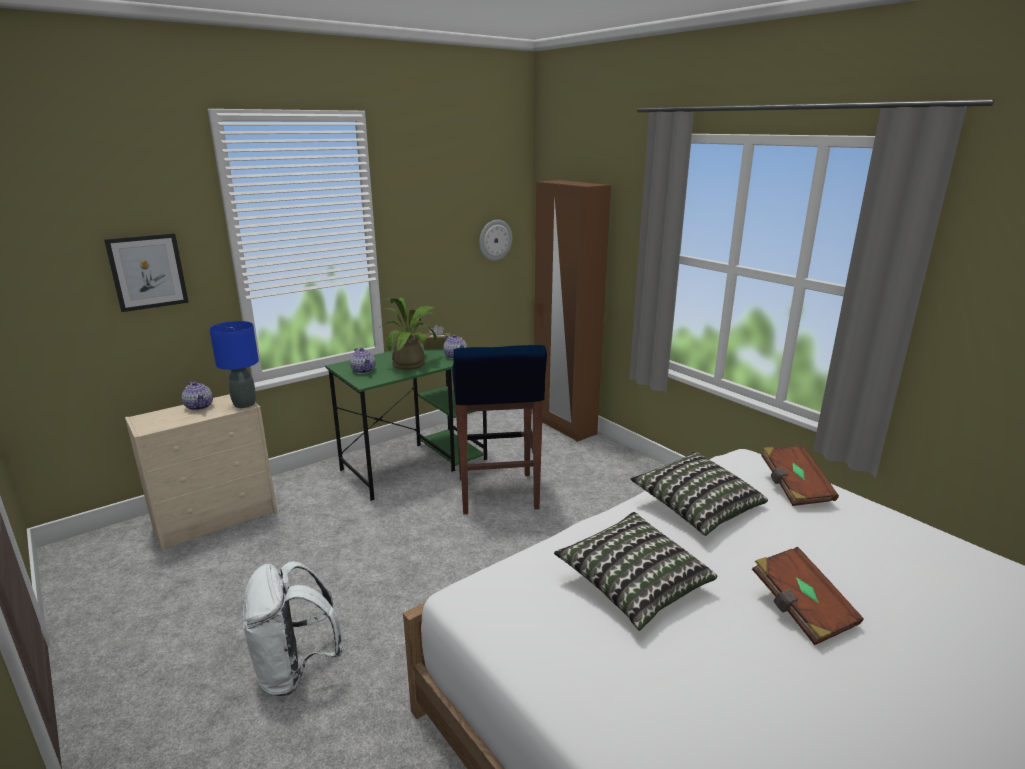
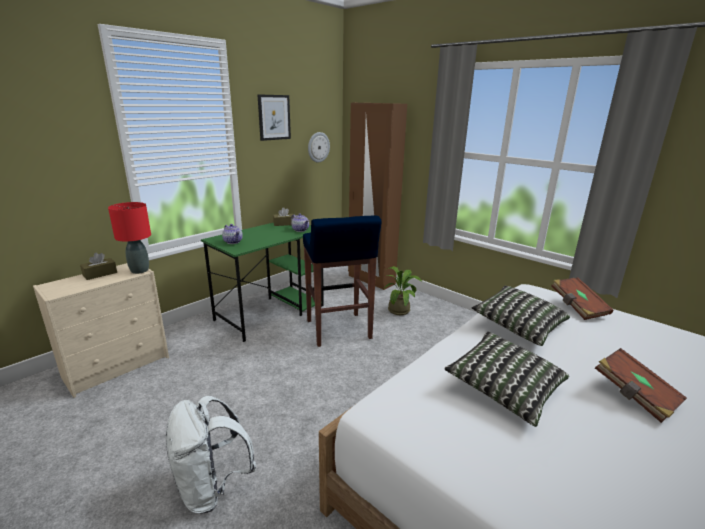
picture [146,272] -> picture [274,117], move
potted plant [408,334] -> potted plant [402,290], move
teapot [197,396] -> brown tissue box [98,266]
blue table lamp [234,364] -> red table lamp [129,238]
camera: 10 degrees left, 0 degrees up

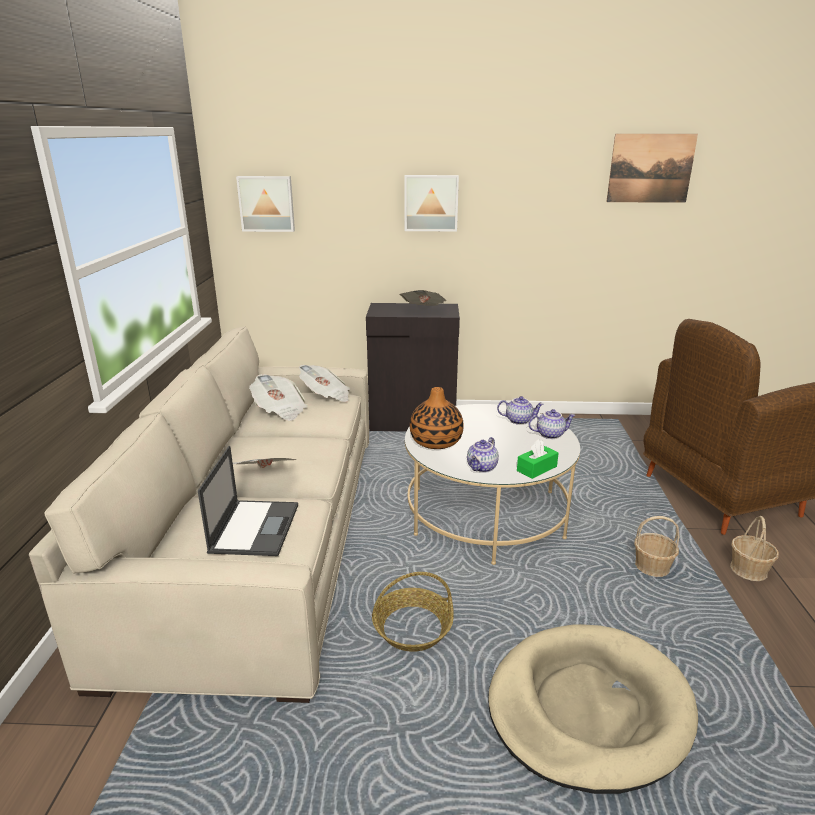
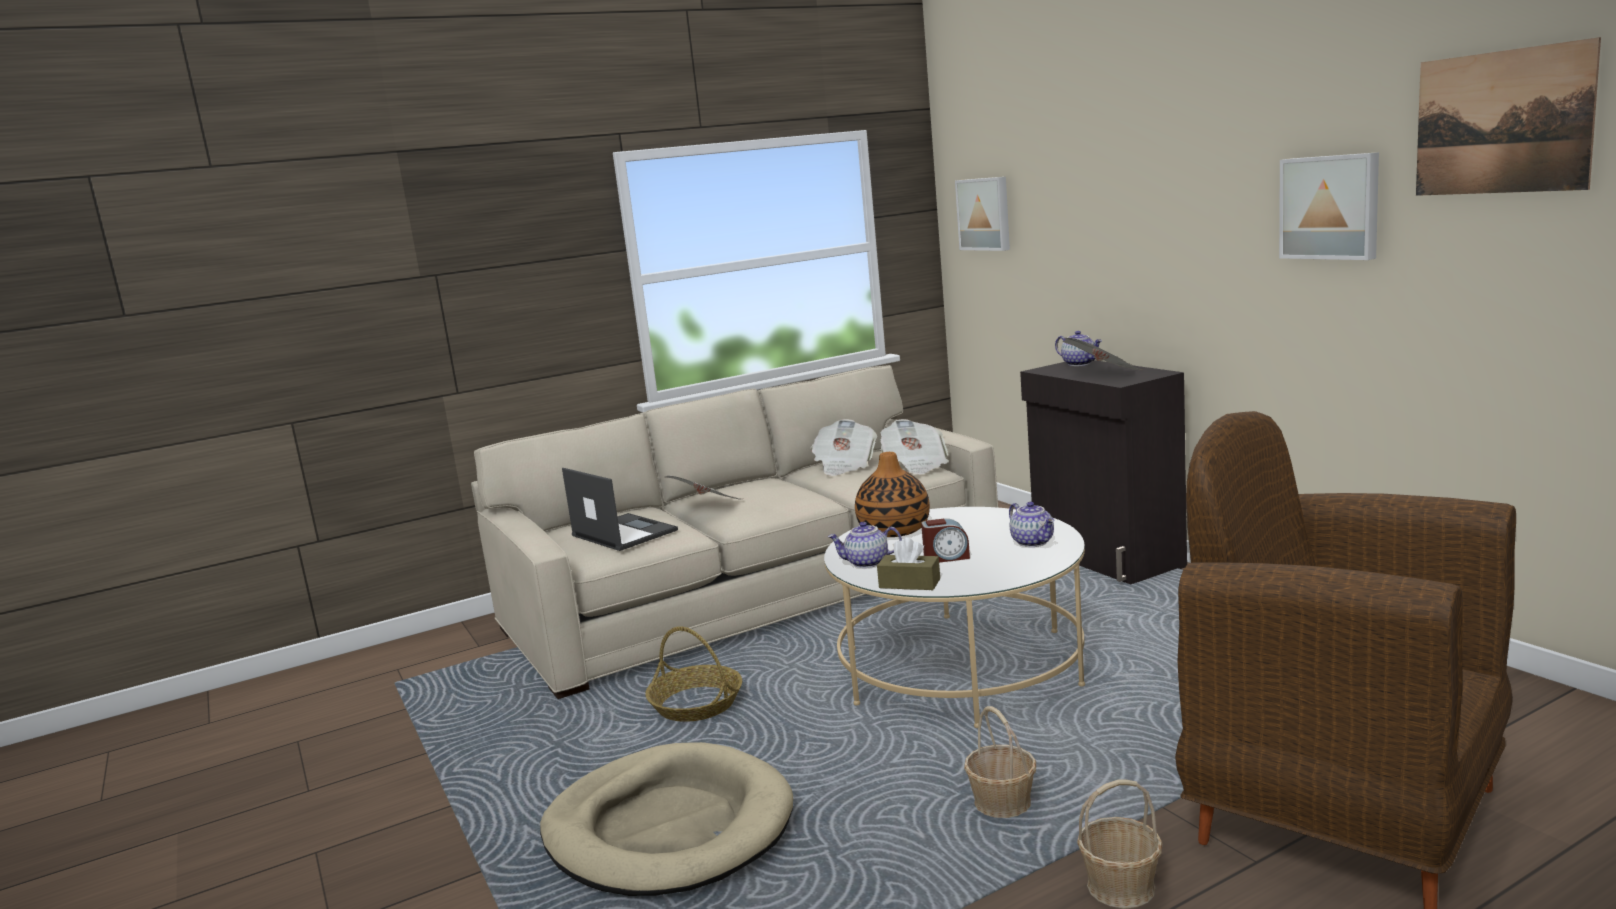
none -> alarm clock [945,541]
picture [431,203] -> picture [1329,206], move
teapot [552,424] -> teapot [1078,348], move
green tissue box [537,459] -> brown tissue box [908,563]
laptop [248,501] -> laptop [620,509], 105 degrees counterclockwise
camera: 60 degrees right, 10 degrees down

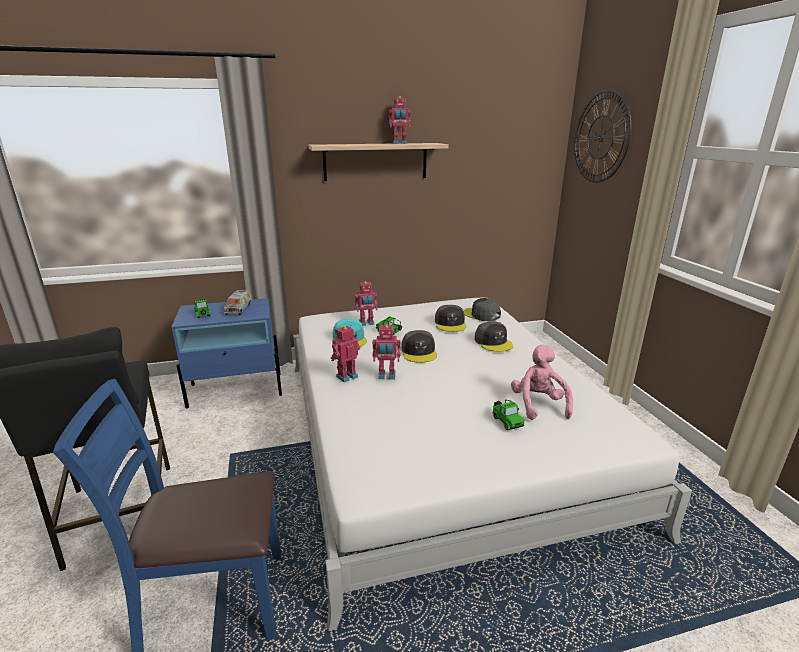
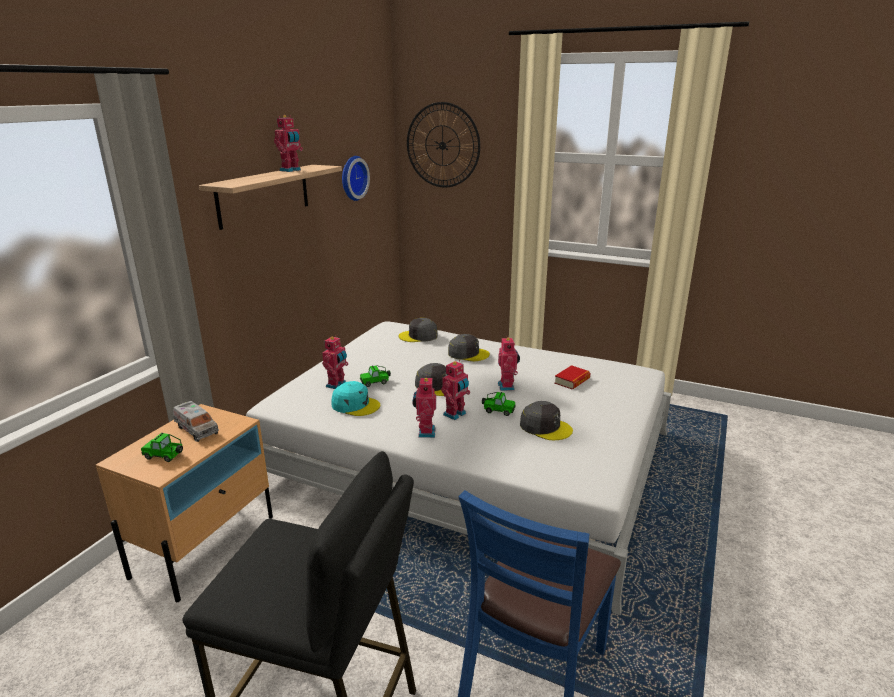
none -> wall clock [356,178]
none -> toy robot [509,363]
grey cap [450,318] -> grey cap [546,420], move
toy car [508,415] -> toy car [499,404], move
pink plush toy [542,382] -> book [572,377]
blue nightstand [227,353] -> beige nightstand [184,503]
camera: 50 degrees left, 0 degrees up

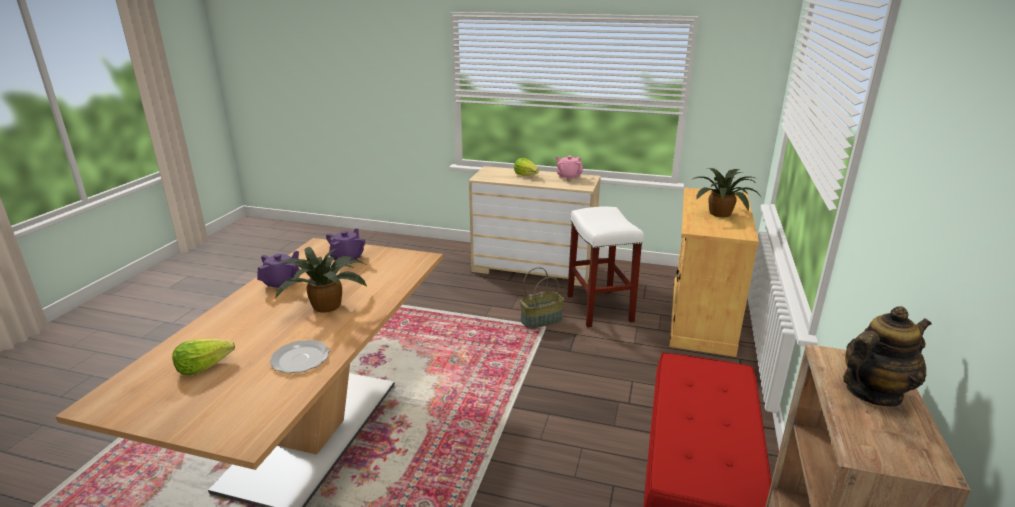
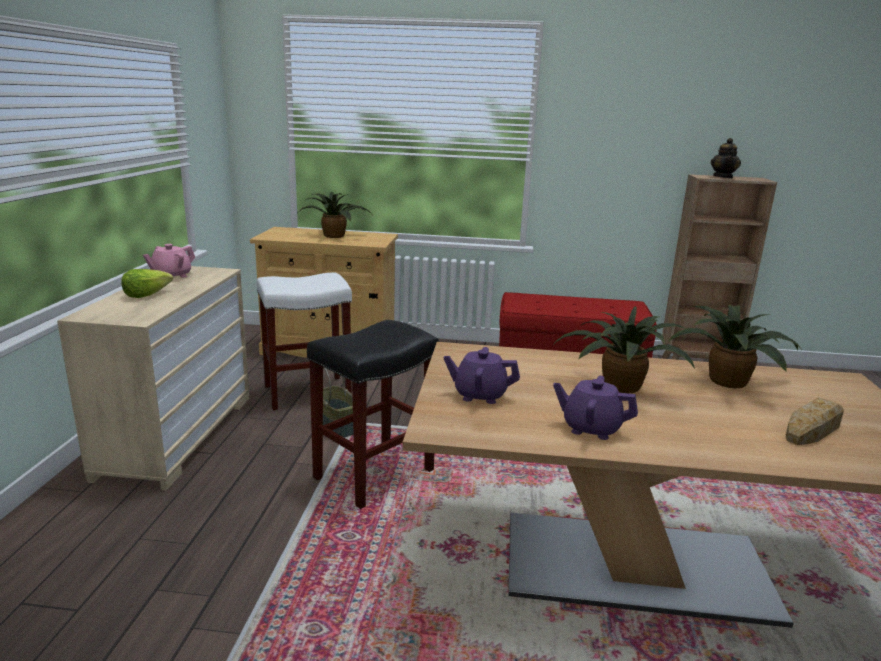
none -> black stool [373,414]
lettuce [203,357] -> bread [815,421]
plate [299,356] -> potted plant [734,346]
teapot [887,356] -> teapot [726,158], 135 degrees counterclockwise
camera: 100 degrees left, 5 degrees down

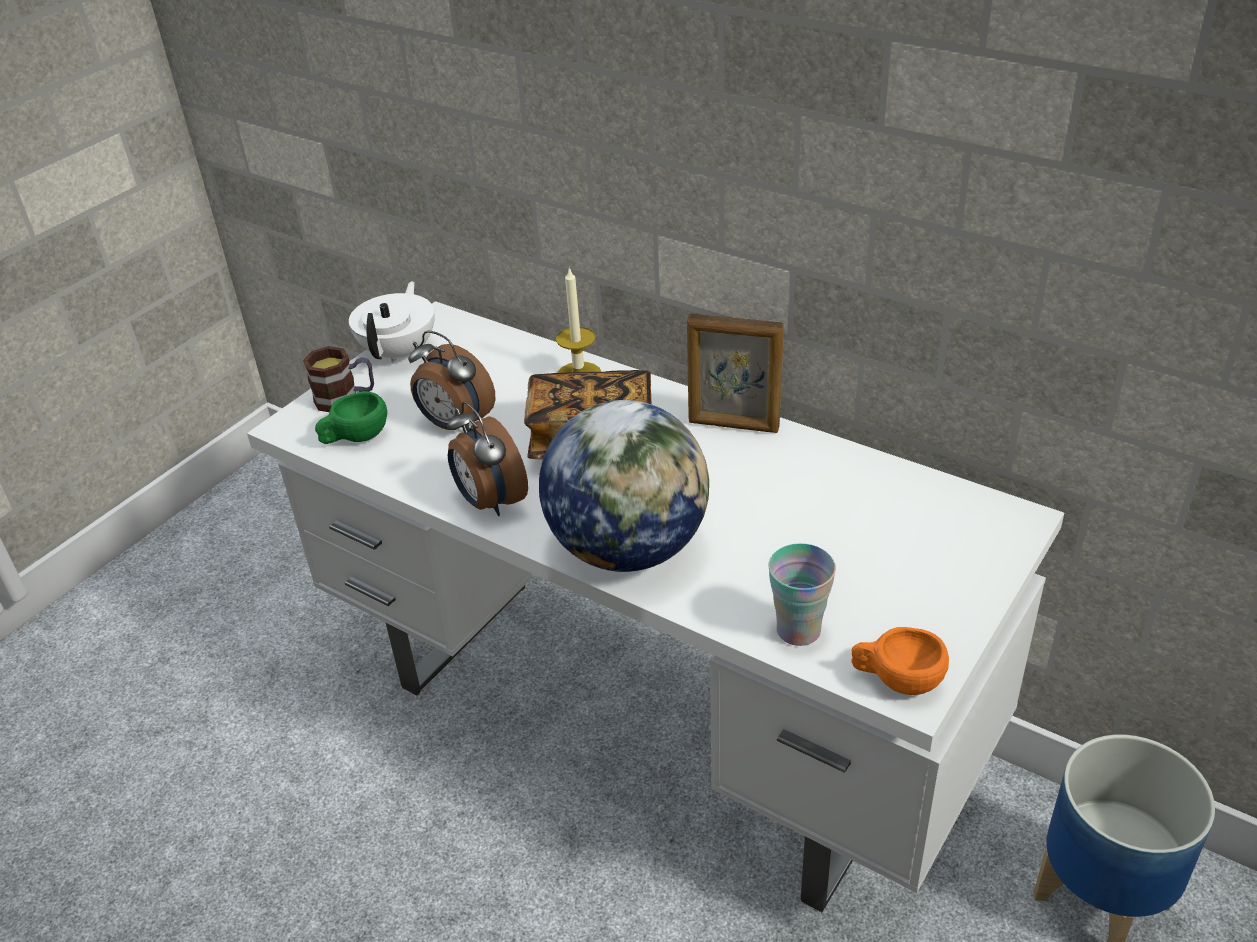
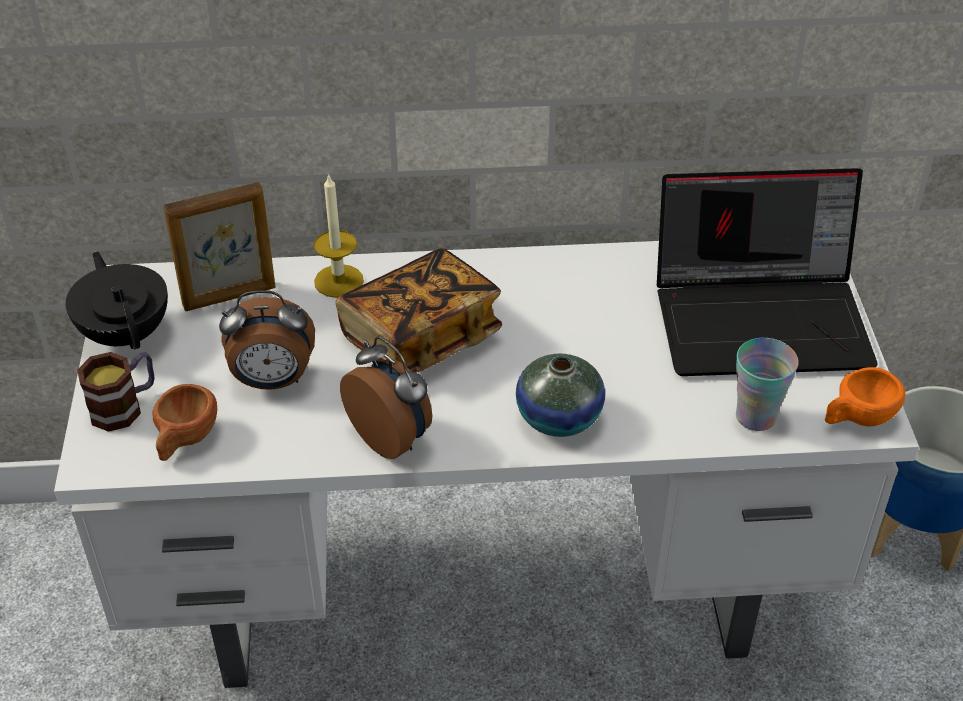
none -> laptop [767,272]
picture frame [735,373] -> picture frame [219,246], move
globe [624,486] -> vase [560,395]
green cup [351,417] -> brown cup [184,422]
white teapot [392,322] -> black teapot [116,300]
alarm clock [487,458] -> alarm clock [386,397], 150 degrees counterclockwise
camera: 40 degrees left, 5 degrees up

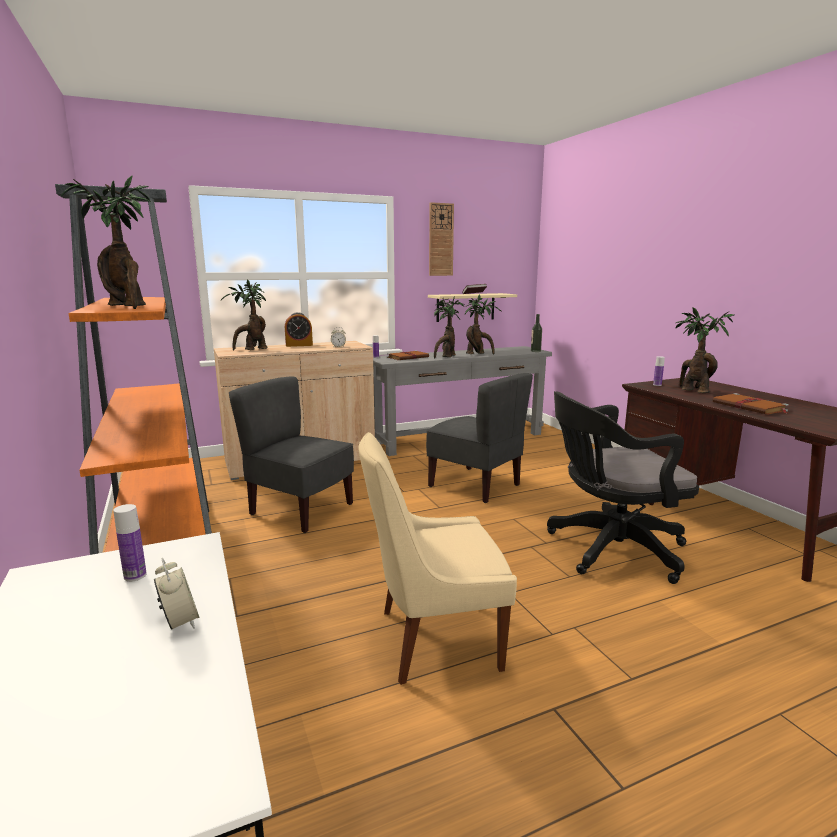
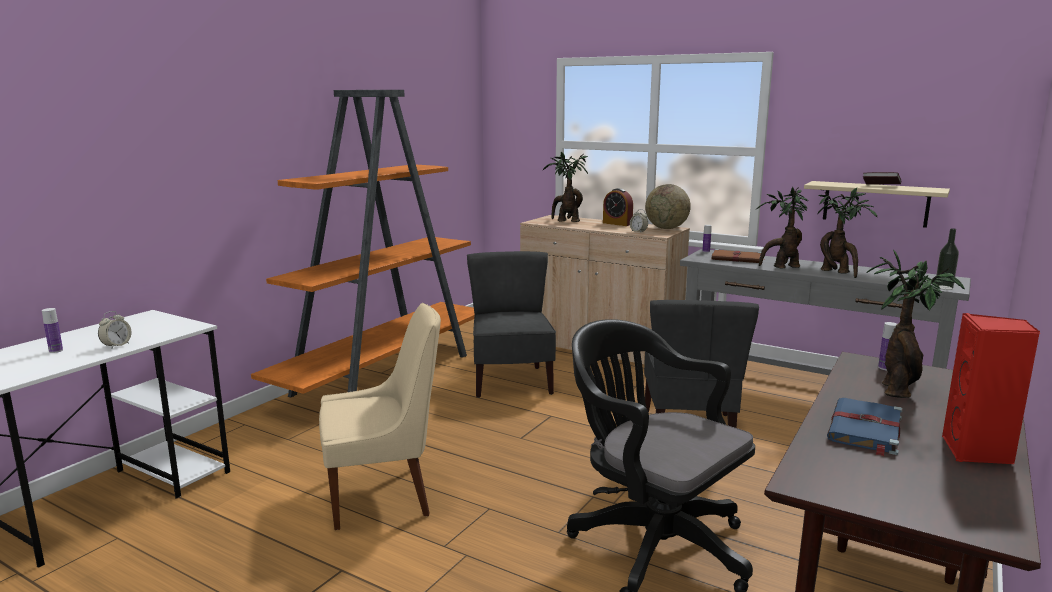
potted plant [106,242] -> none
wall clock [441,239] -> none
none -> globe [668,206]
none -> red speaker [991,388]
bottle [130,543] -> bottle [52,330], move
brown book [751,404] -> blue book [865,427]
beige chair [438,558] -> beige chair [380,416], 120 degrees clockwise
camera: 55 degrees right, 0 degrees up

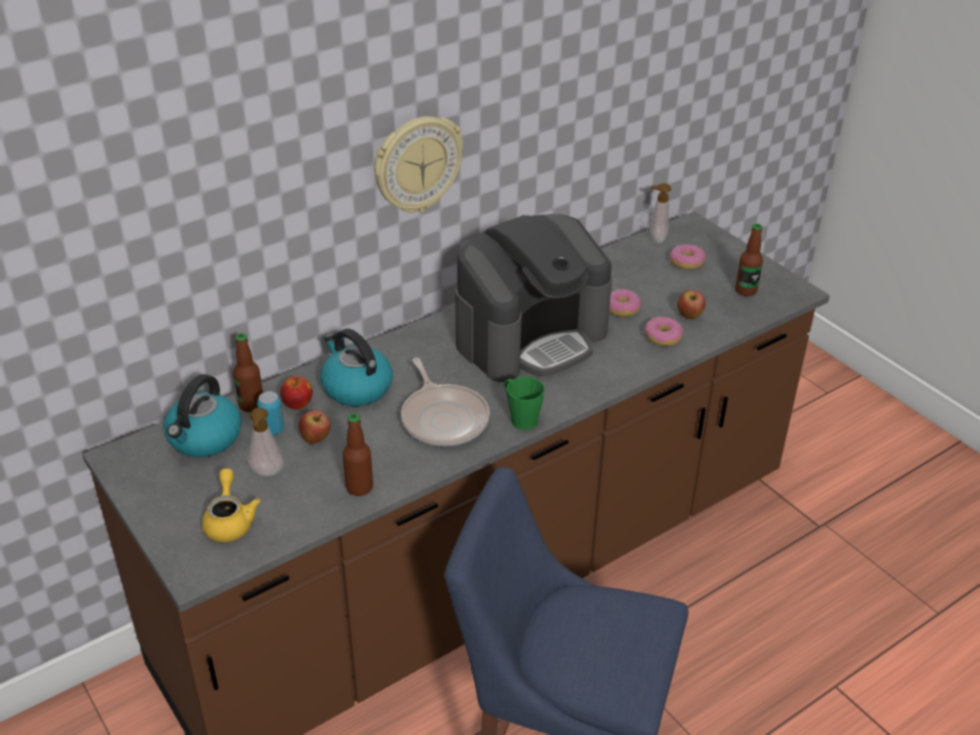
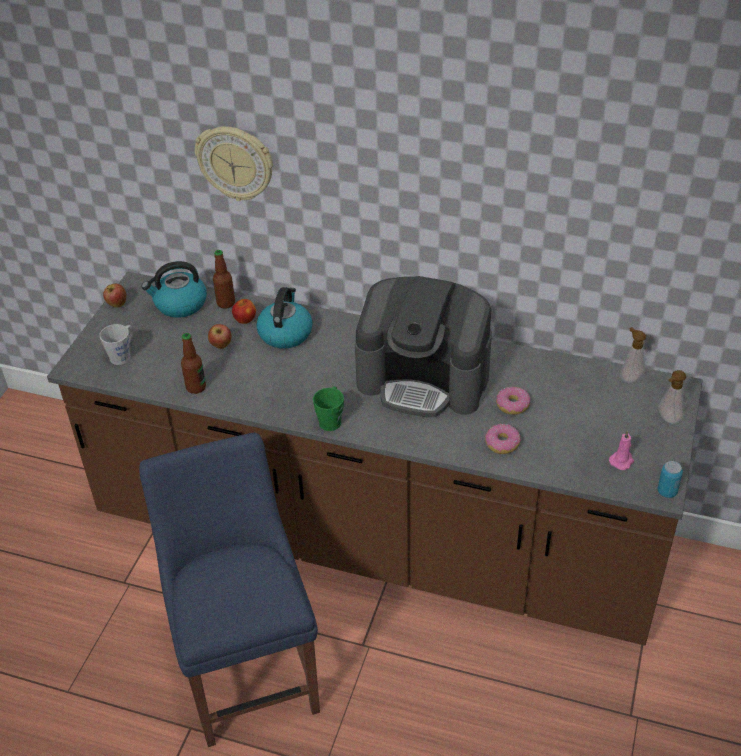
frying pan [445,402] -> none
donut [688,257] -> none
soap dispenser [266,442] -> soap dispenser [672,397], move
can [270,413] -> can [670,479], move
wall clock [418,164] -> wall clock [234,163], move
apple [692,304] -> apple [114,296], move
yellow teapot [231,505] -> grey mug [116,344]
bottle [749,260] -> pink candle [621,450]
camera: 55 degrees right, 5 degrees up

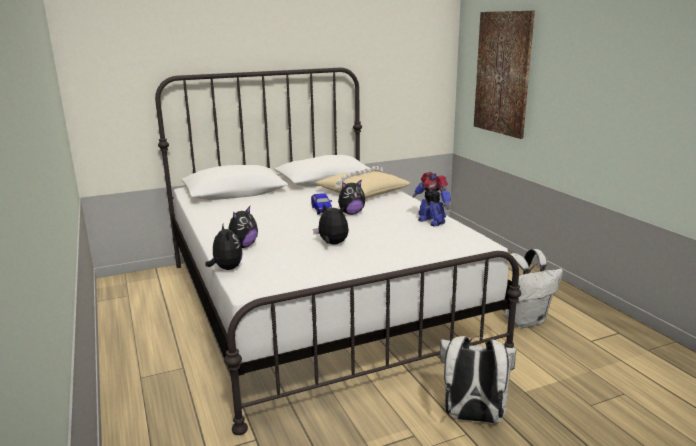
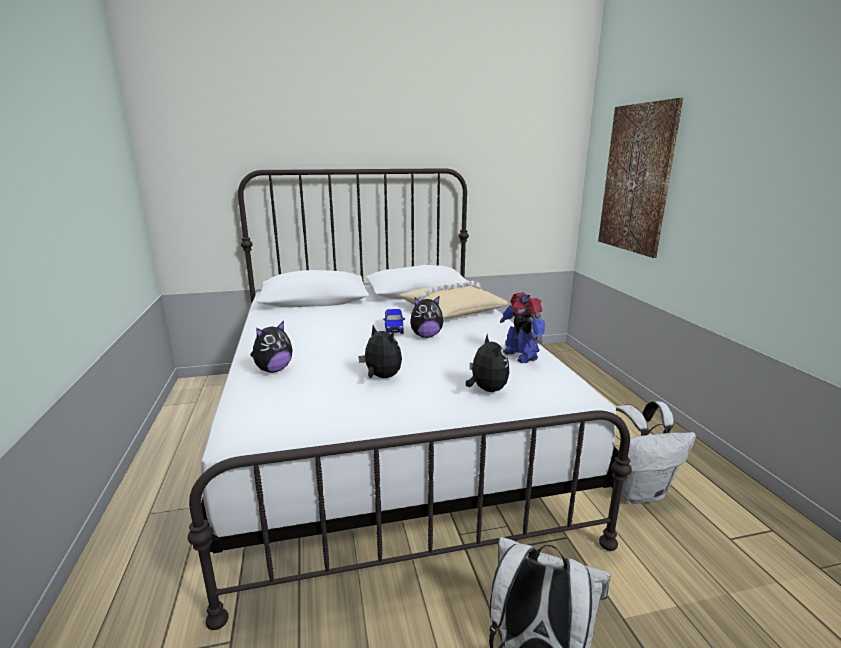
plush toy [224,247] -> plush toy [487,362], move
camera: 10 degrees right, 0 degrees up

